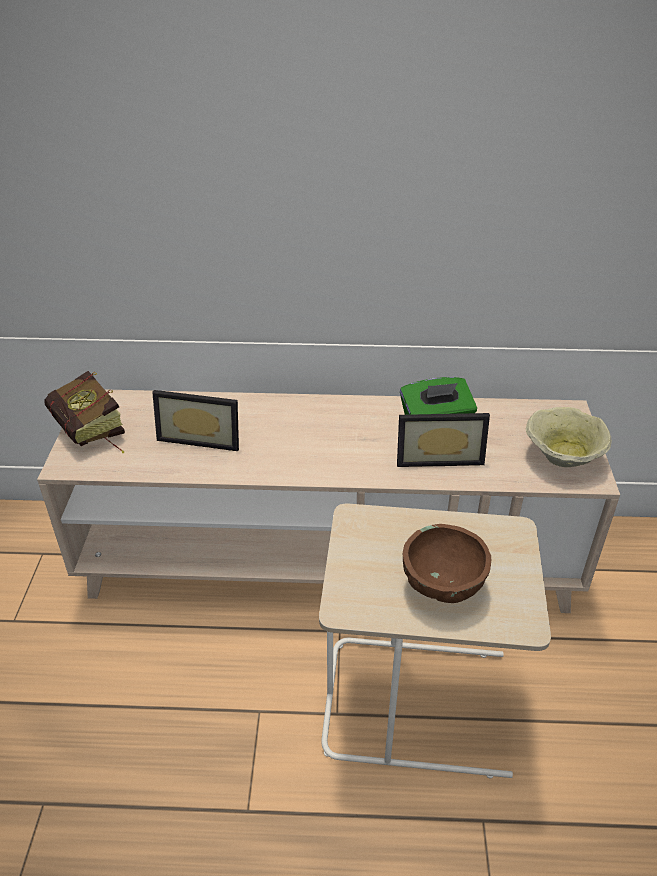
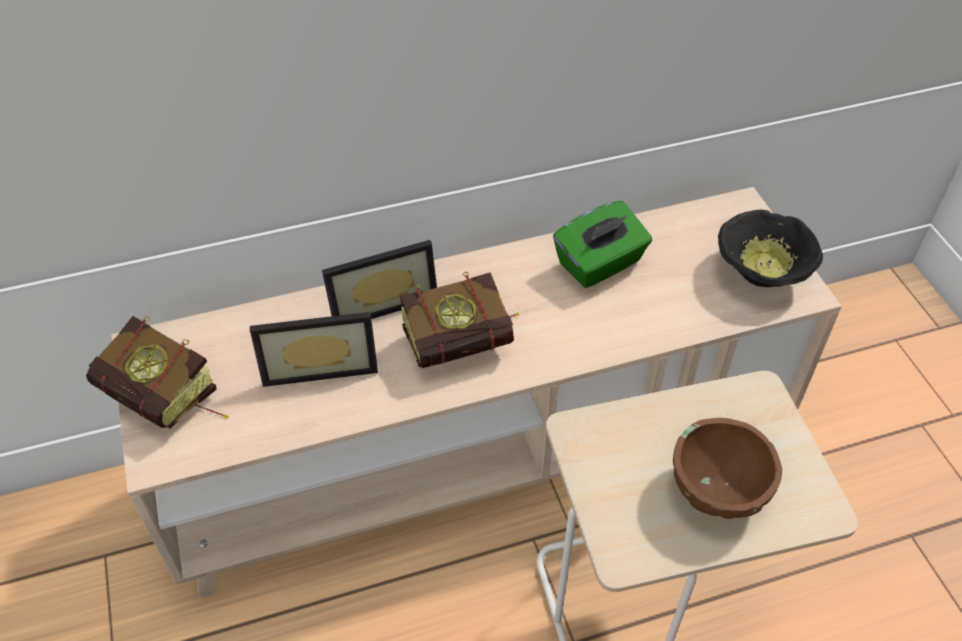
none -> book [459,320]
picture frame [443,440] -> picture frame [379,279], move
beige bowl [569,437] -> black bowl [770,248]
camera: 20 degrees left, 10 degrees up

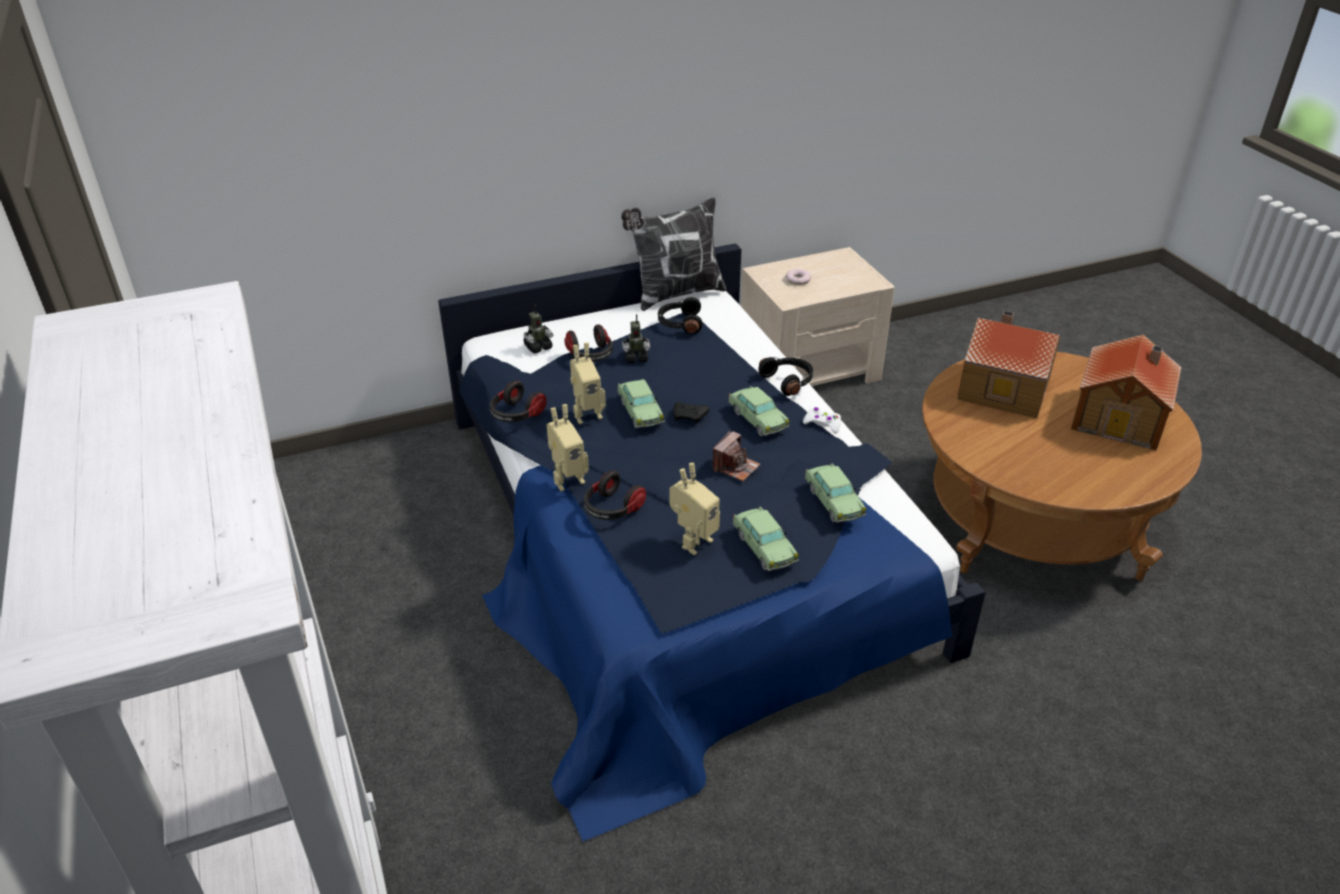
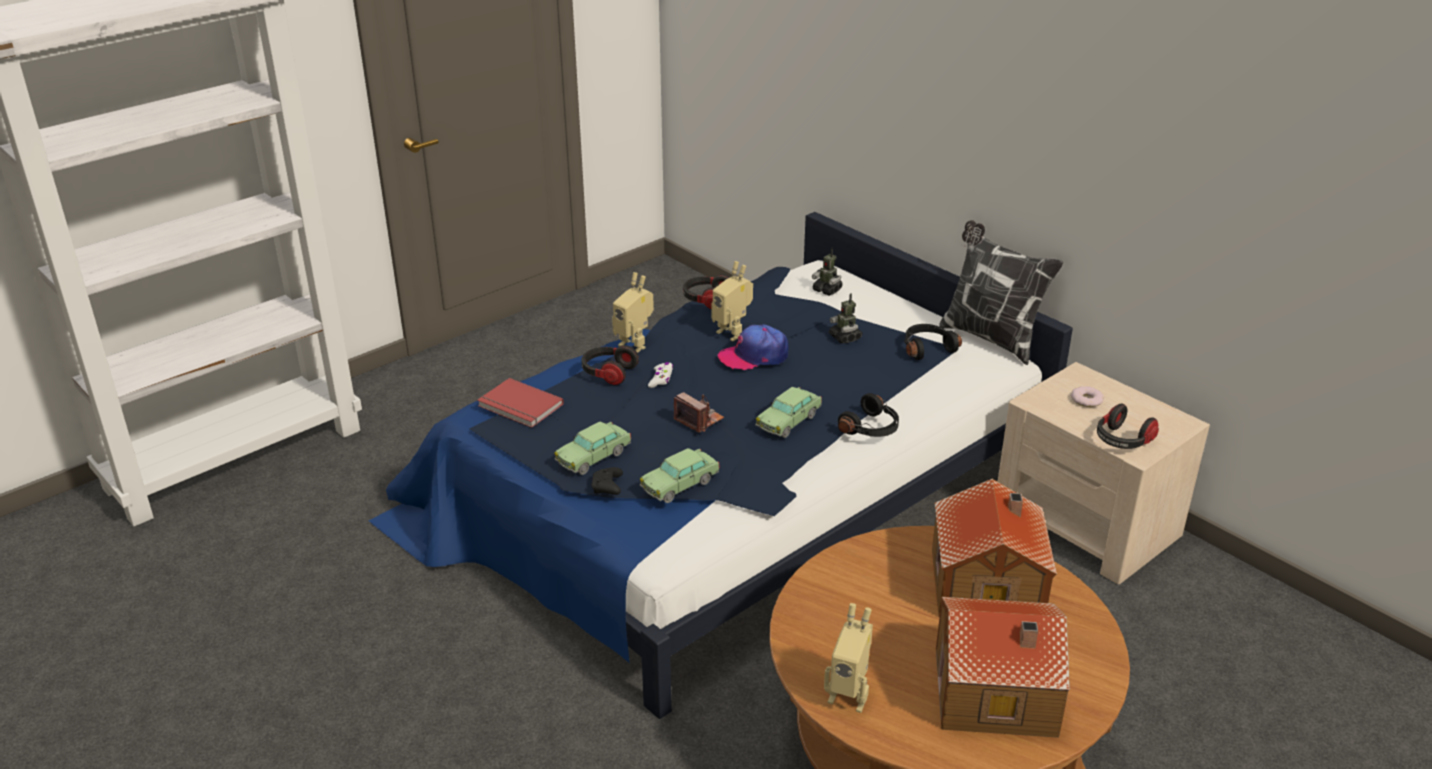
none -> red book [520,403]
headphones [588,343] -> headphones [1128,426], move
toy robot [694,509] -> toy robot [848,658], move
black game controller [691,413] -> black game controller [607,481], move
white game controller [822,420] -> white game controller [660,375], move
toy car [641,403] -> cap [753,347]
photo camera [736,456] -> photo camera [699,412], 150 degrees counterclockwise
camera: 70 degrees right, 5 degrees down

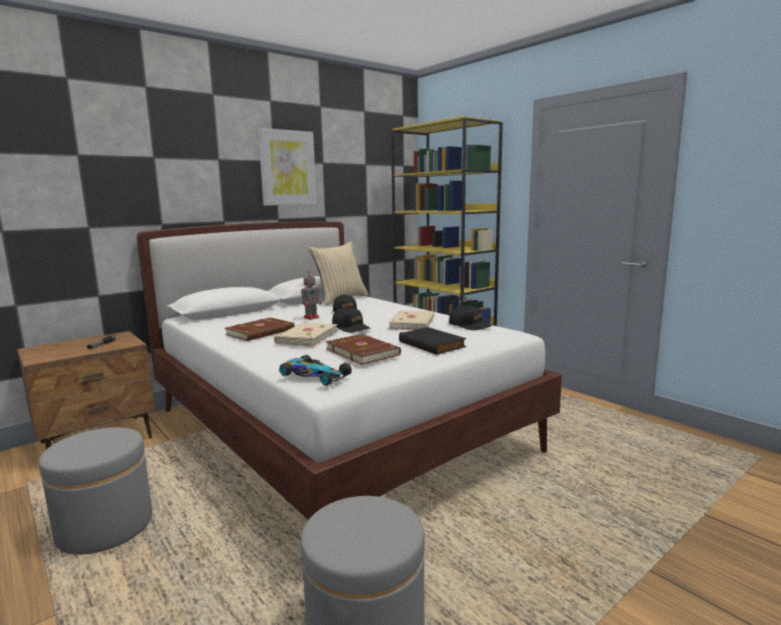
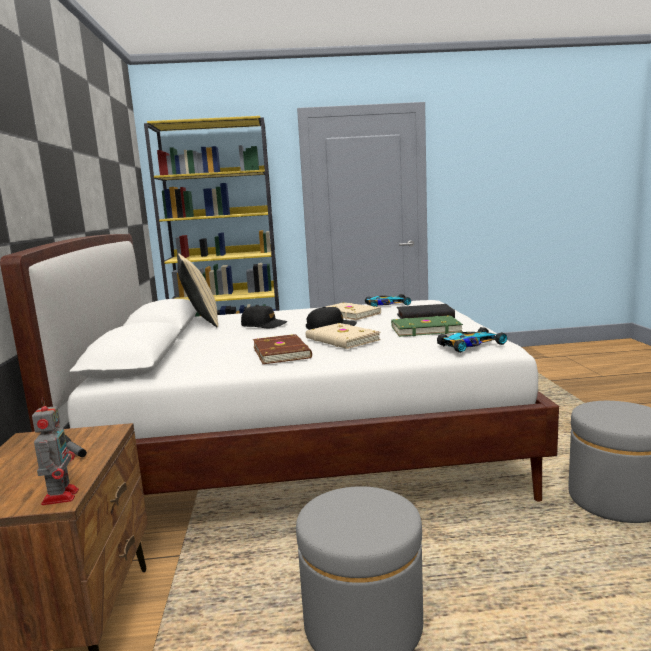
picture [287,167] -> none
toy robot [311,297] -> toy robot [55,451], move
black cap [470,317] -> toy car [388,300]
brown book [363,349] -> green book [427,326]
camera: 55 degrees left, 0 degrees up

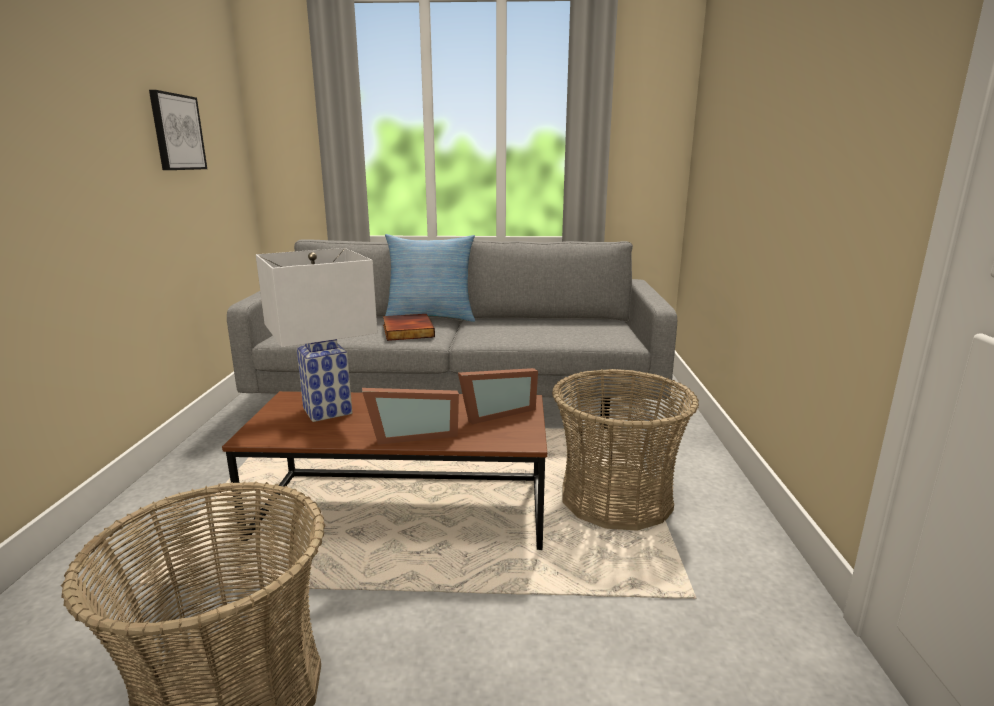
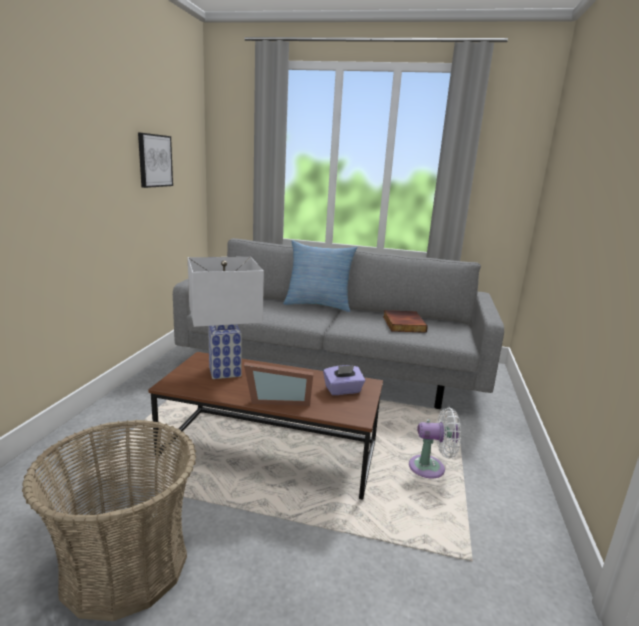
book [409,327] -> book [405,321], move
picture frame [498,396] -> purple tissue box [344,380]
basket [625,450] -> white fan [435,442]
camera: 10 degrees right, 0 degrees up

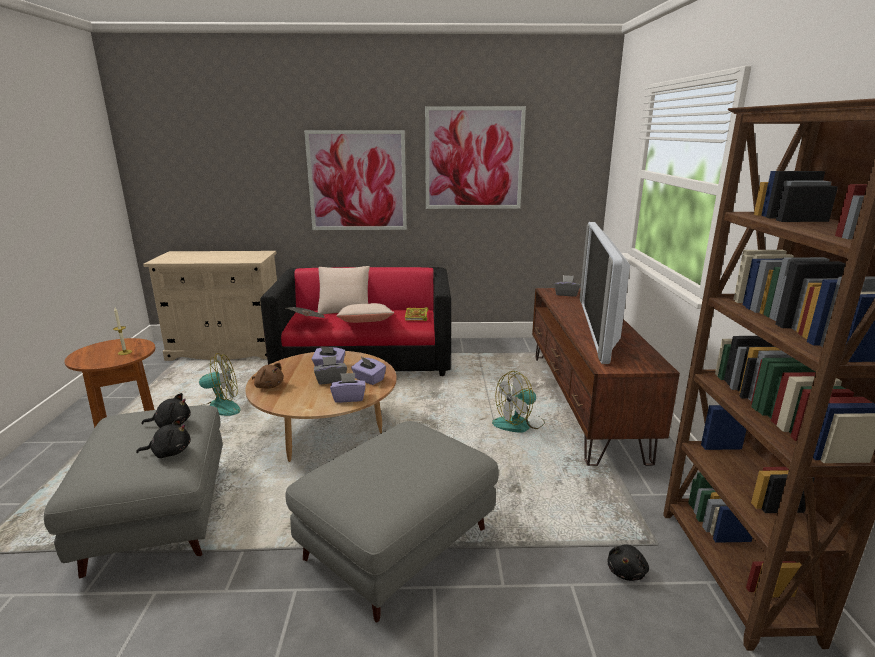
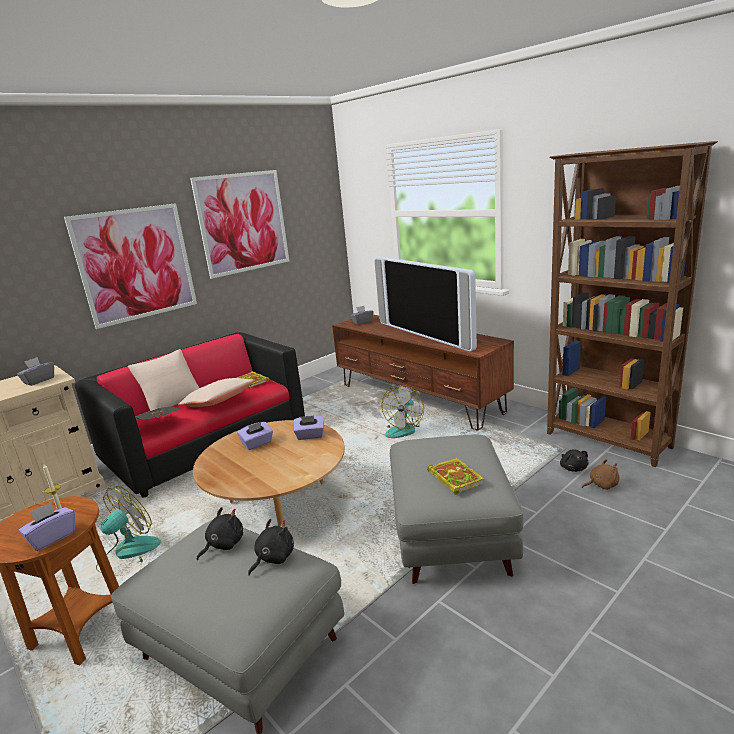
none -> book [455,476]
brown plush toy [268,376] -> brown plush toy [601,474], move
grey tissue box [330,370] -> grey tissue box [35,371], move
purple tissue box [348,388] -> purple tissue box [46,526], move
camera: 40 degrees left, 0 degrees up

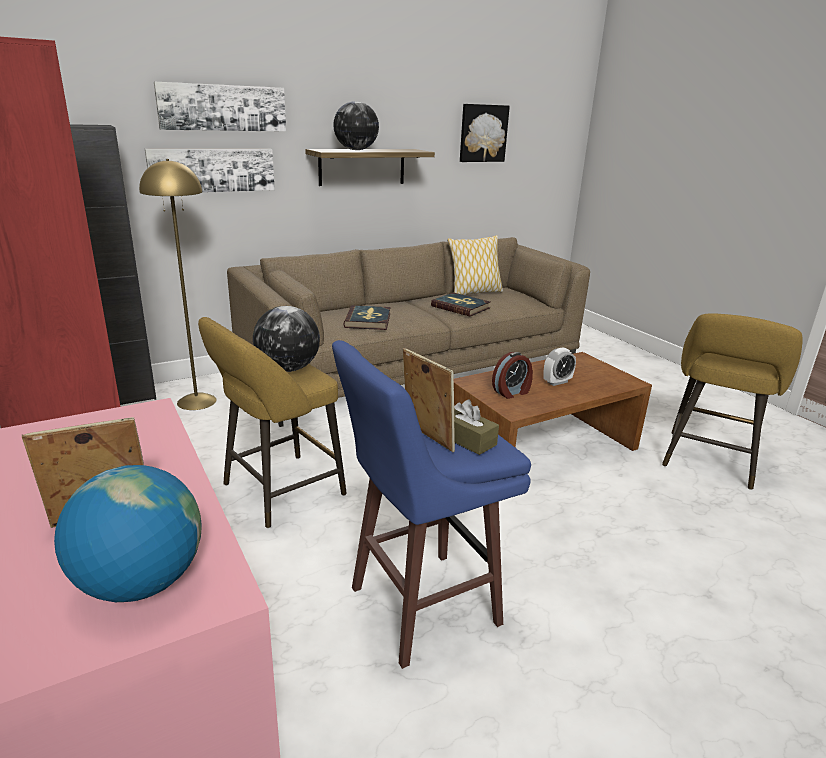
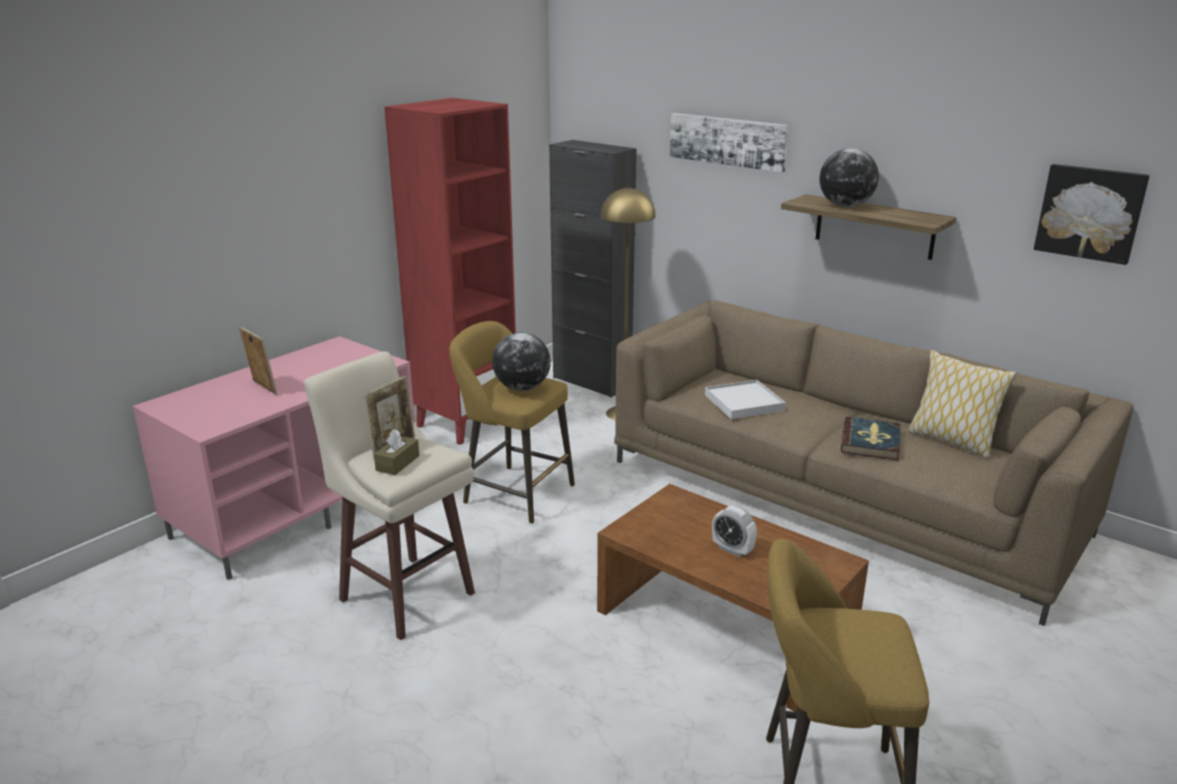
globe [128,533] -> none
picture [210,171] -> none
alarm clock [512,375] -> none
book [367,317] -> white tray [745,399]
blue stool [431,504] -> beige stool [389,495]
camera: 70 degrees right, 0 degrees up

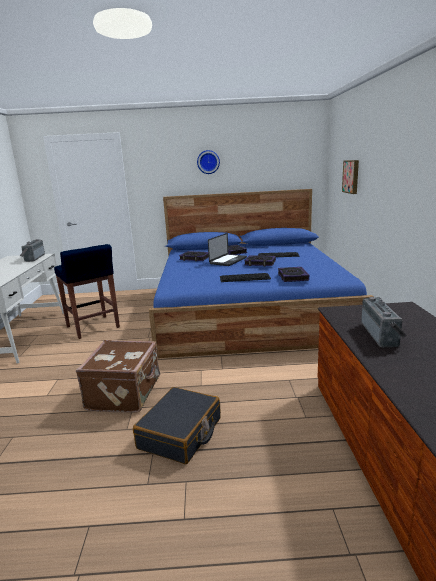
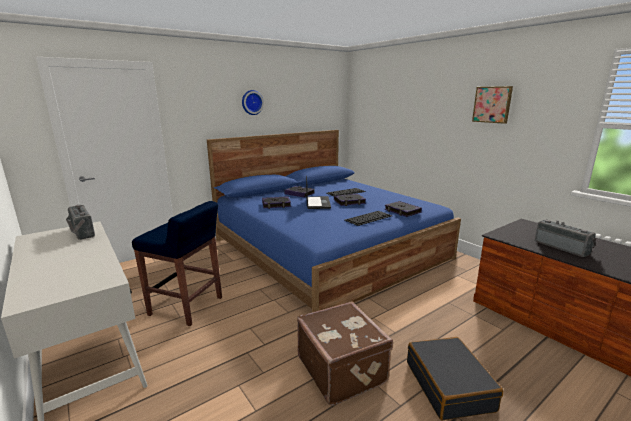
picture [350,177] -> picture [492,105], move
camera: 35 degrees left, 0 degrees up

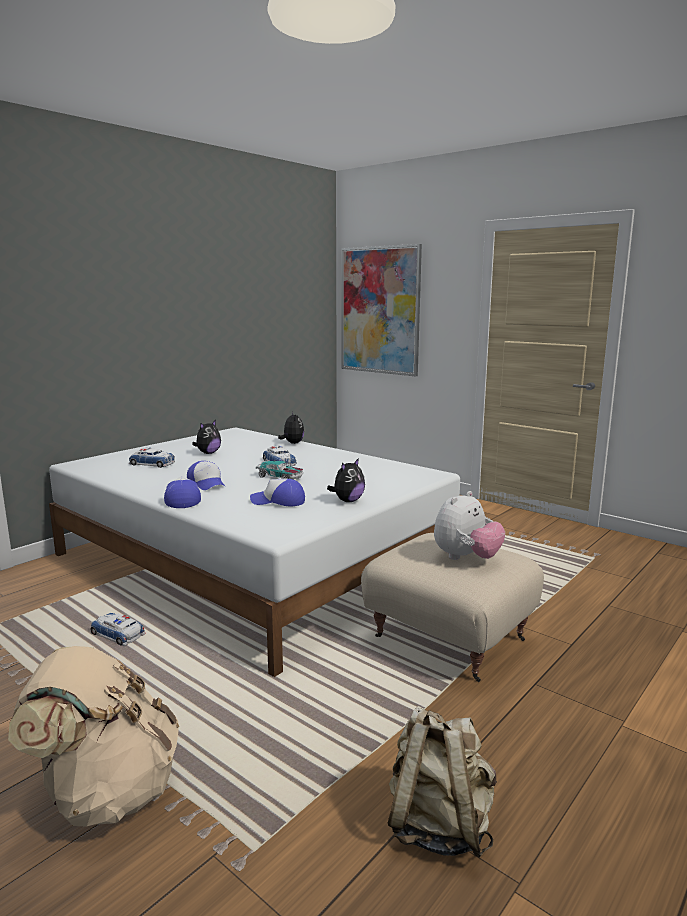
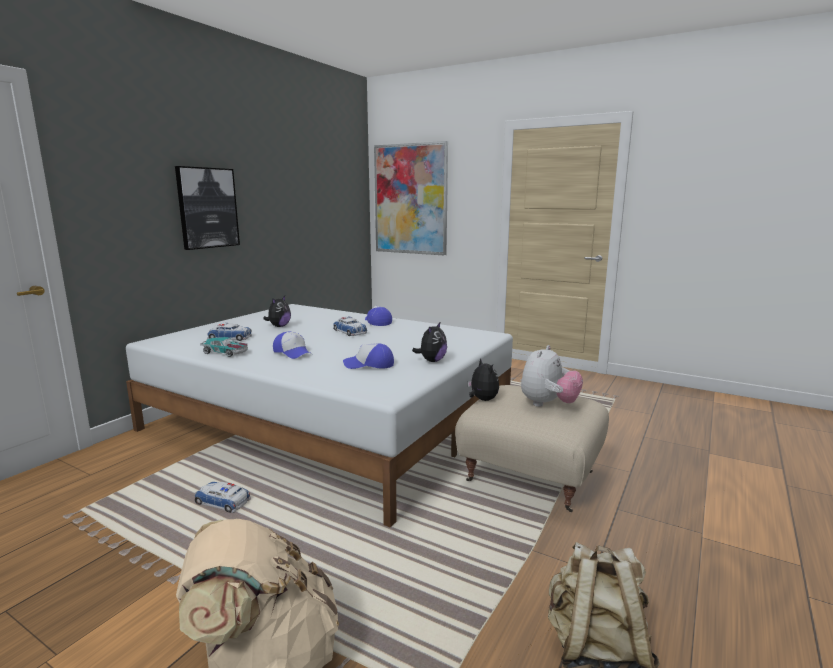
none -> picture [207,208]
cap [182,492] -> cap [378,316], move
toy car [279,470] -> toy car [224,347], move
plush toy [291,428] -> plush toy [483,379], move
camera: 10 degrees left, 0 degrees up

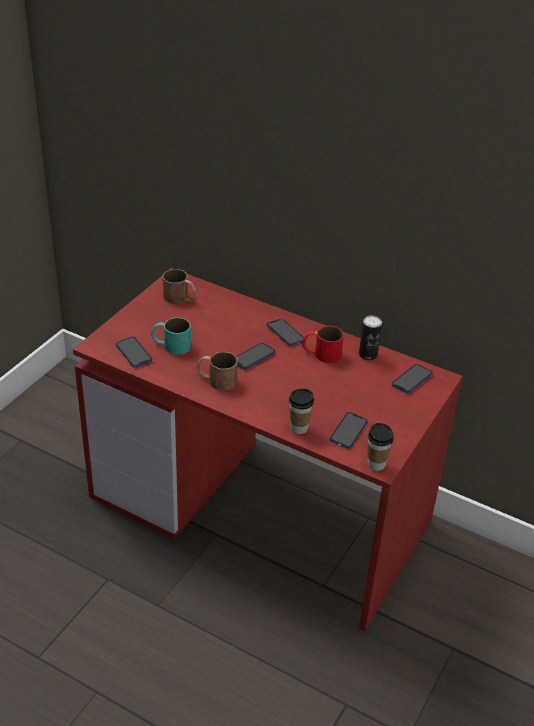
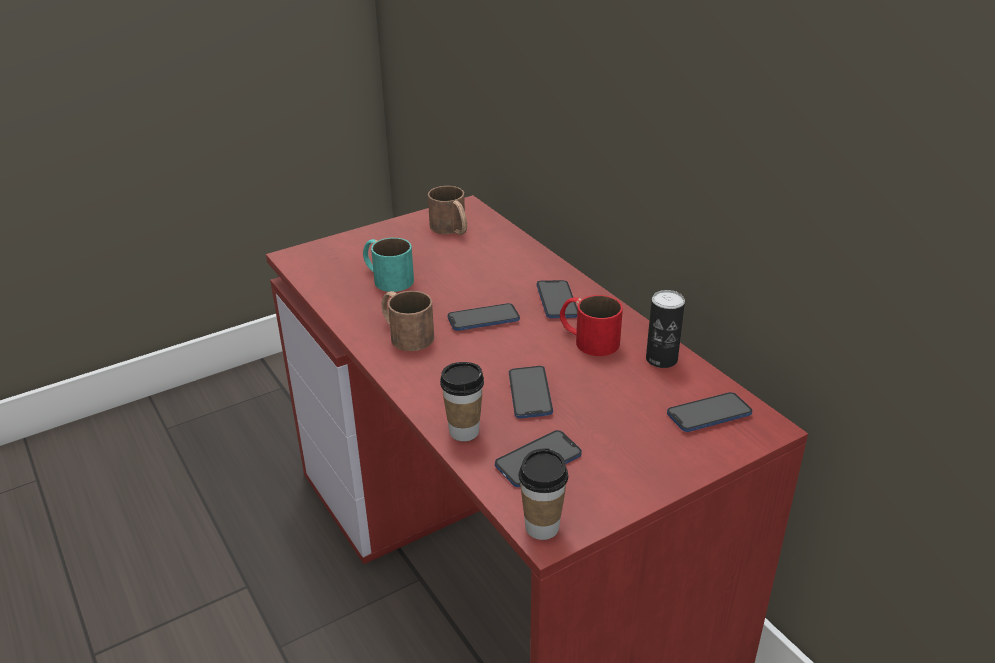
phone [134,352] -> phone [531,392], move
camera: 30 degrees right, 5 degrees down

